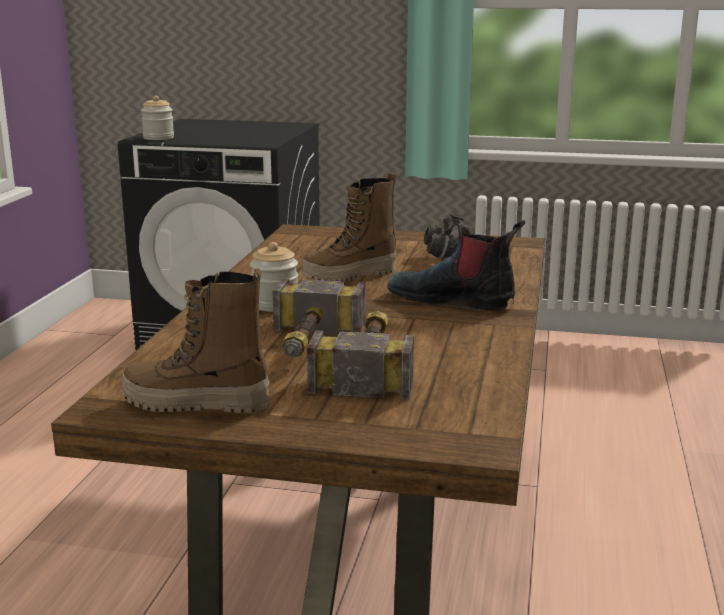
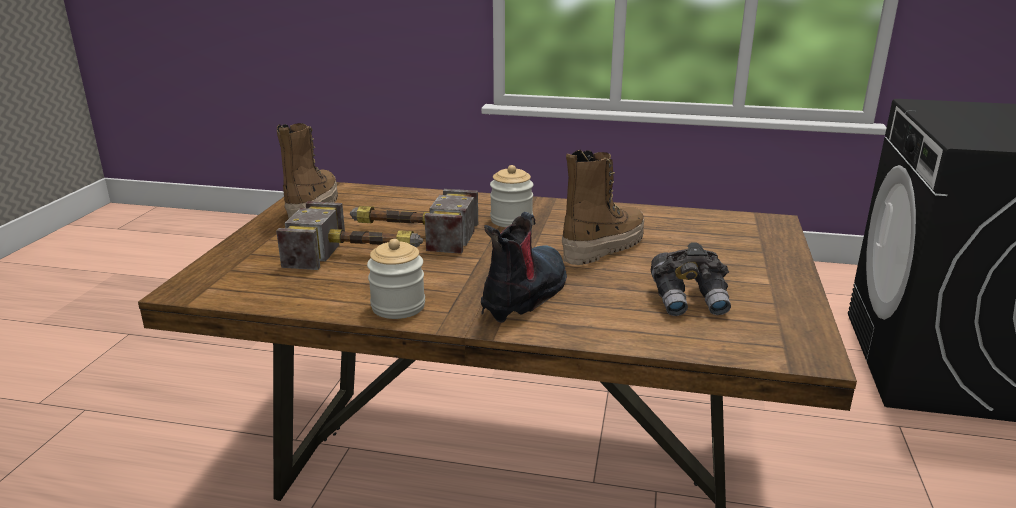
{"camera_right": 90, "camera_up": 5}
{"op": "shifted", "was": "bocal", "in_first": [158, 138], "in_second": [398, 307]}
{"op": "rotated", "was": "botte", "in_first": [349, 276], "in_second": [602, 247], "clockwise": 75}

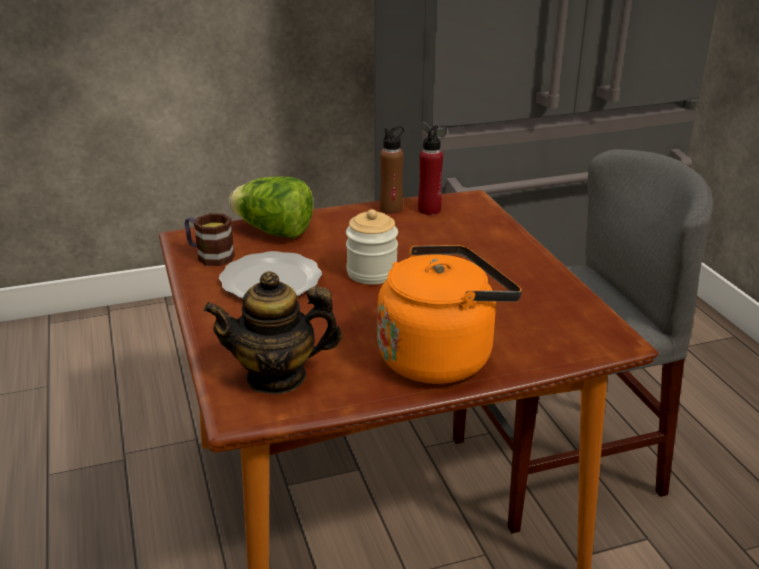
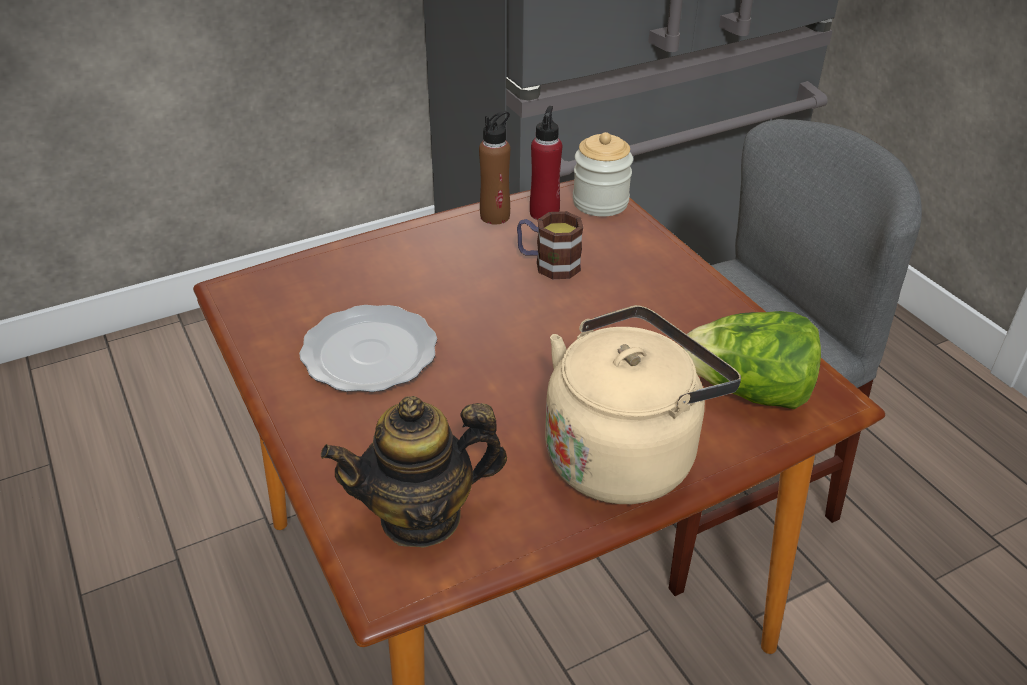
{"camera_right": -10, "camera_up": 10}
{"op": "shifted", "was": "mug", "in_first": [209, 255], "in_second": [548, 264]}
{"op": "shifted", "was": "laitue", "in_first": [274, 232], "in_second": [748, 391]}
{"op": "shifted", "was": "bocal", "in_first": [372, 273], "in_second": [600, 202]}
{"op": "repainted", "was": "bouilloire/orange", "now": "bouilloire/beige", "in_first": [440, 356], "in_second": [625, 454]}

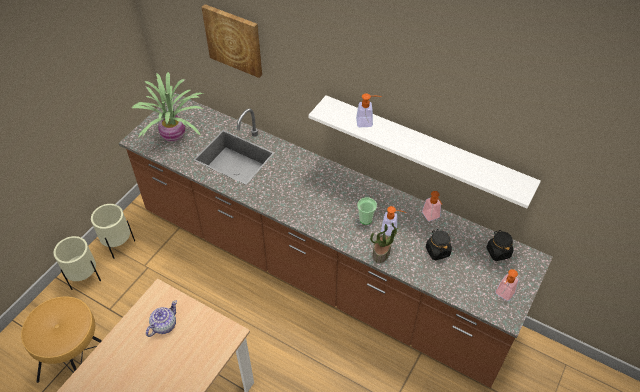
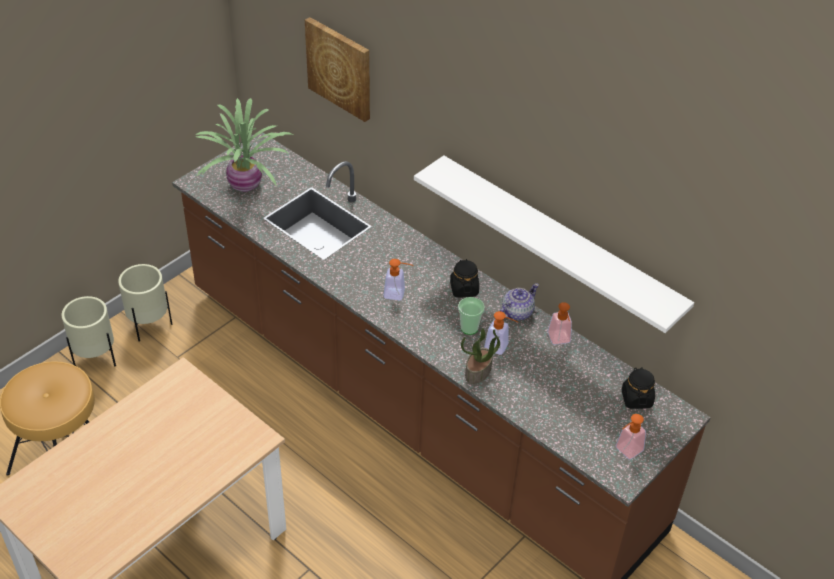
{"camera_right": 10, "camera_up": -5}
{"op": "shifted", "was": "théière", "in_first": [164, 325], "in_second": [516, 312]}
{"op": "shifted", "was": "distributeur de savon", "in_first": [367, 122], "in_second": [398, 294]}
{"op": "shifted", "was": "bocal/noir", "in_first": [437, 251], "in_second": [464, 289]}

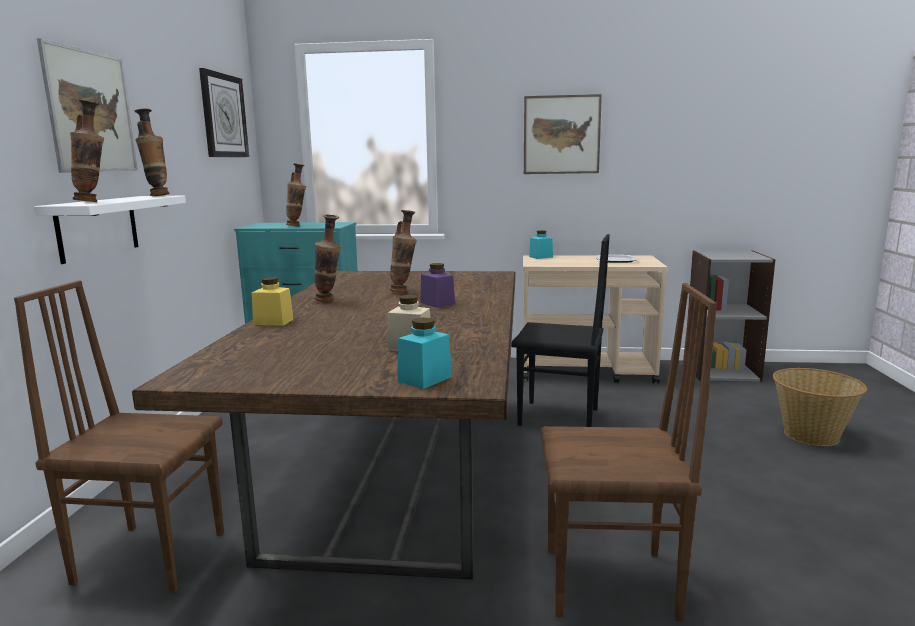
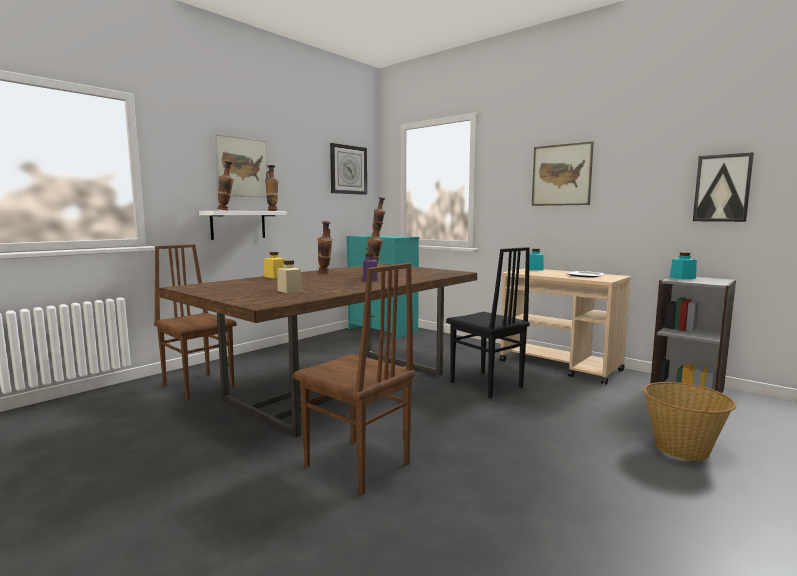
{"camera_right": 35, "camera_up": -5}
{"op": "shifted", "was": "bocal/turquoise", "in_first": [425, 379], "in_second": [682, 278]}
{"op": "new", "now": "tableau", "in_second": [722, 188]}

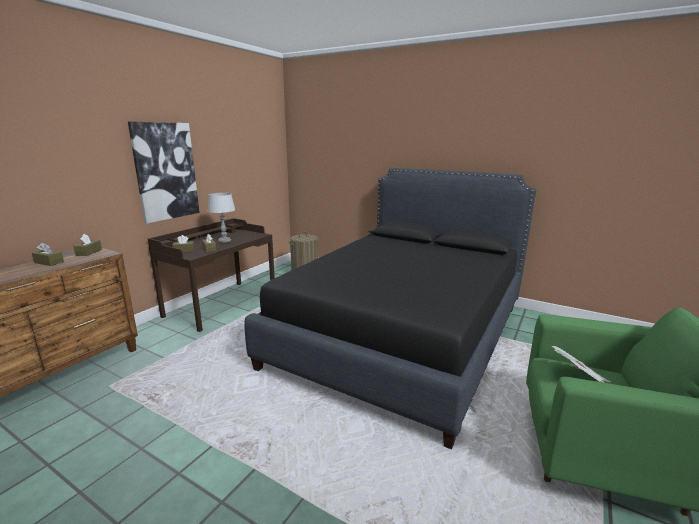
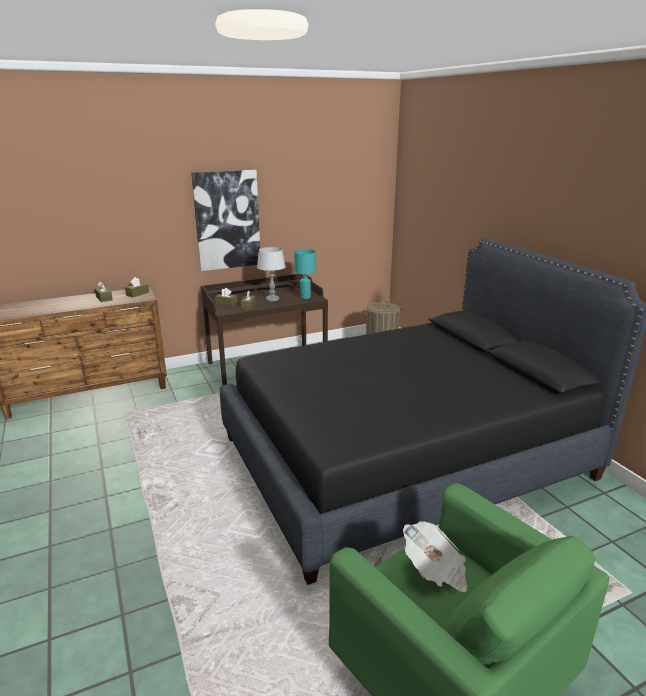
{"camera_right": 35, "camera_up": 5}
{"op": "new", "now": "lampe de table/turquoise", "in_second": [305, 297]}

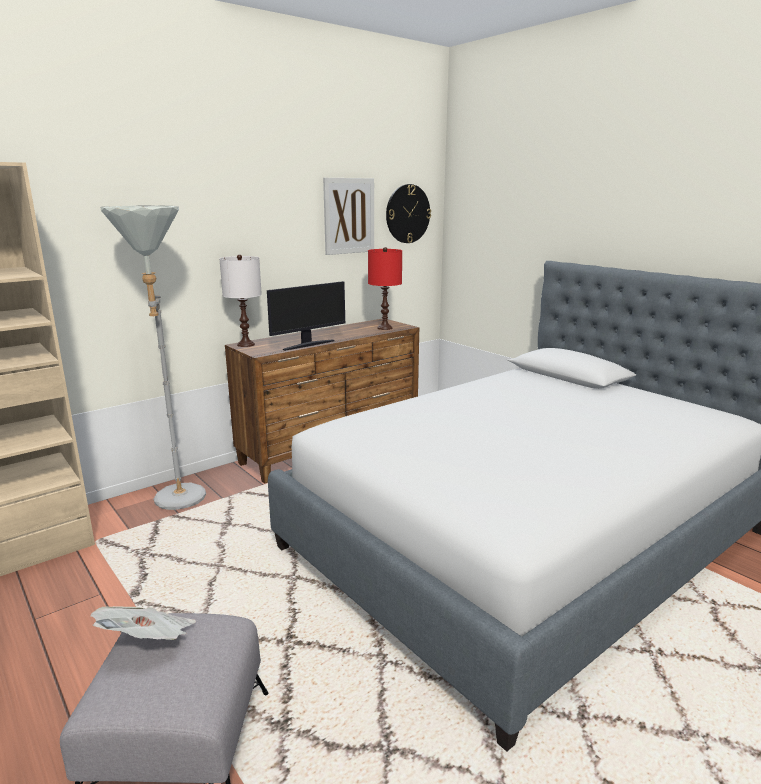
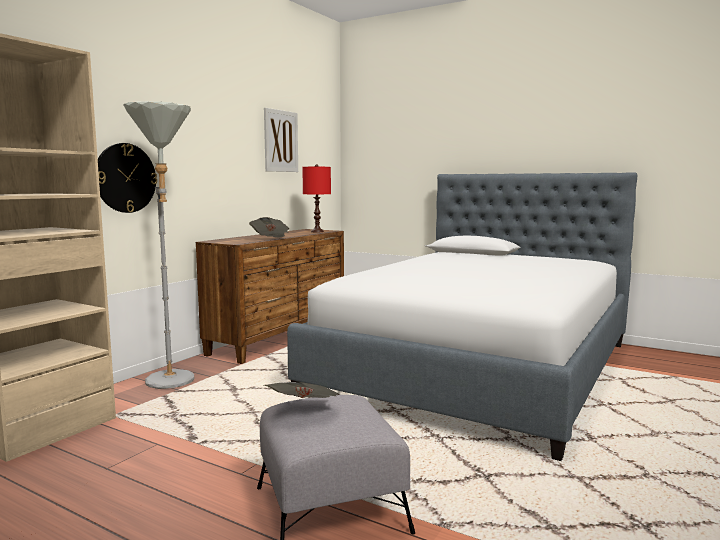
{"camera_right": -20, "camera_up": -10}
{"op": "gone", "was": "lampe de table/blanc", "in_first": [246, 344]}
{"op": "swapped", "was": "écran d'ordinateur", "now": "journal", "in_first": [308, 345], "in_second": [271, 239]}
{"op": "shifted", "was": "horloge murale", "in_first": [407, 214], "in_second": [125, 178]}

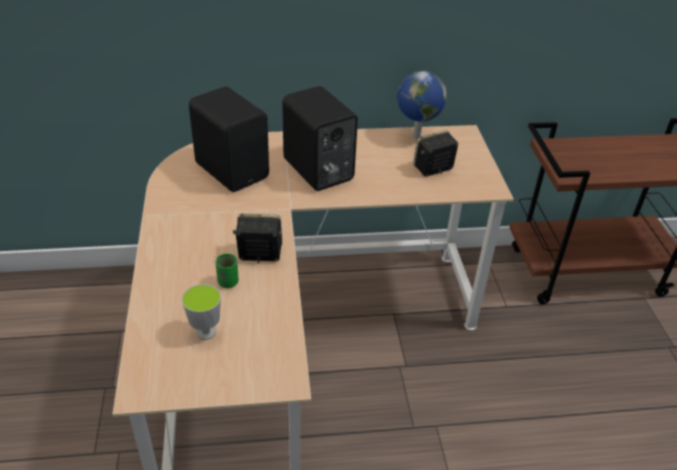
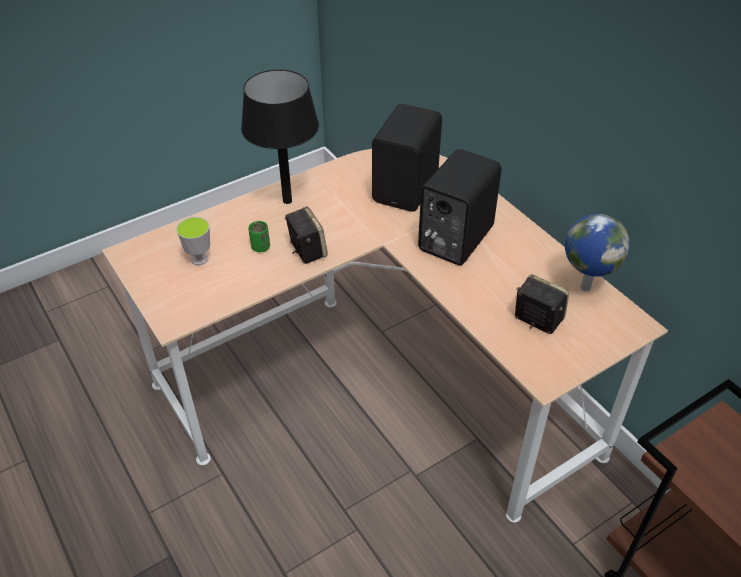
{"camera_right": 65, "camera_up": 5}
{"op": "new", "now": "lampe de table/noir", "in_second": [287, 200]}

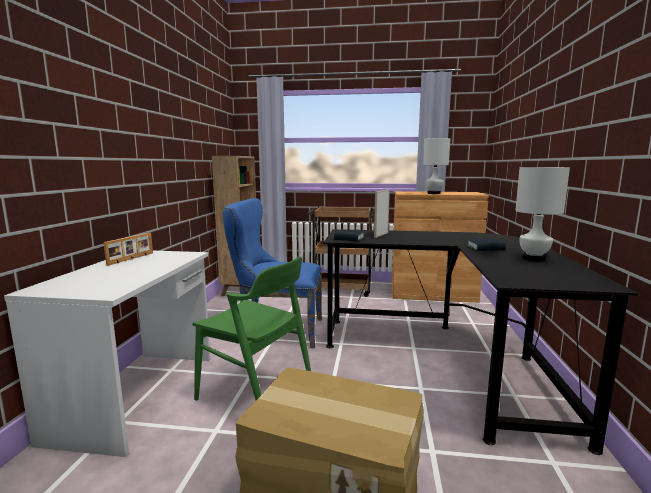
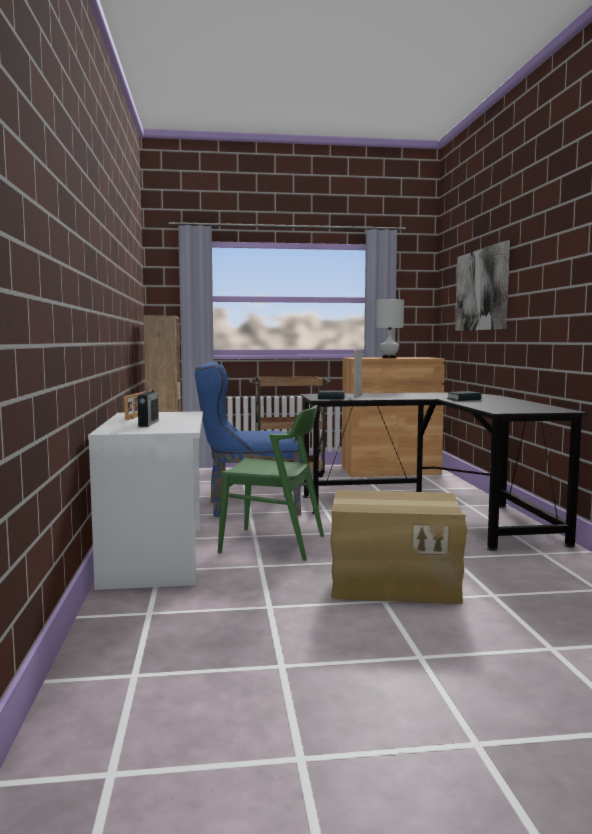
{"camera_right": -15, "camera_up": -5}
{"op": "gone", "was": "lampe de table/blanc", "in_first": [534, 258]}
{"op": "new", "now": "radio", "in_second": [148, 423]}
{"op": "new", "now": "tableau", "in_second": [481, 290]}

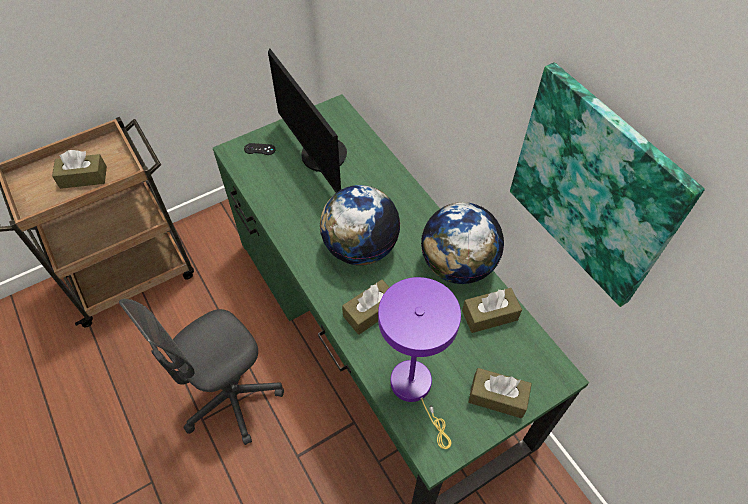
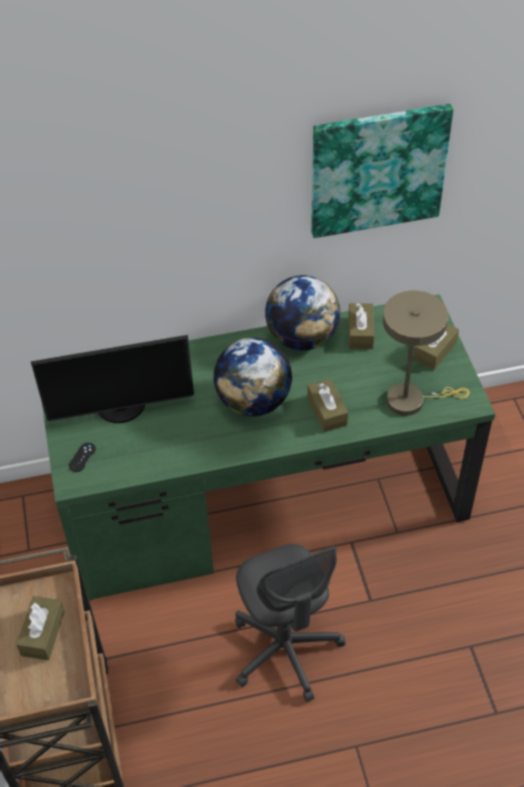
{"camera_right": -70, "camera_up": -5}
{"op": "repainted", "was": "lampe de table/violet", "now": "lampe de table/beige", "in_first": [415, 389], "in_second": [411, 400]}

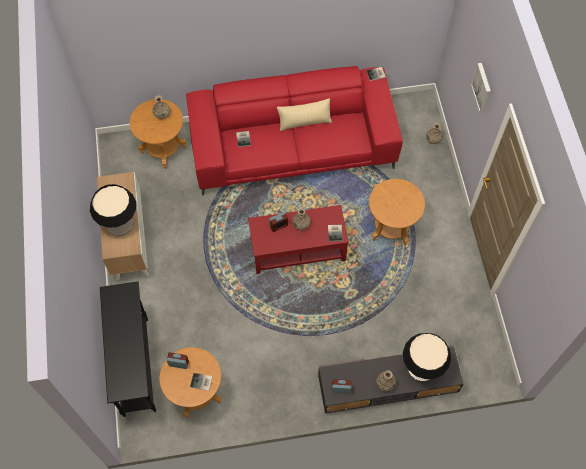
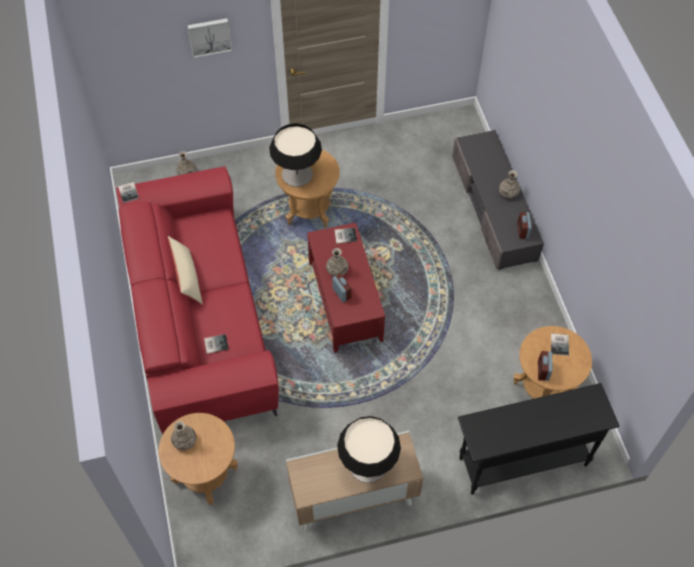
{"camera_right": -95, "camera_up": -5}
{"op": "shifted", "was": "lampe de table", "in_first": [422, 367], "in_second": [297, 174]}

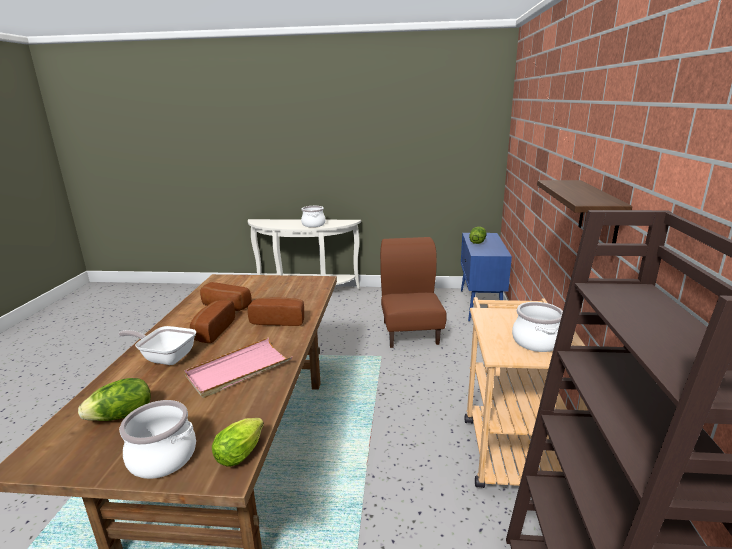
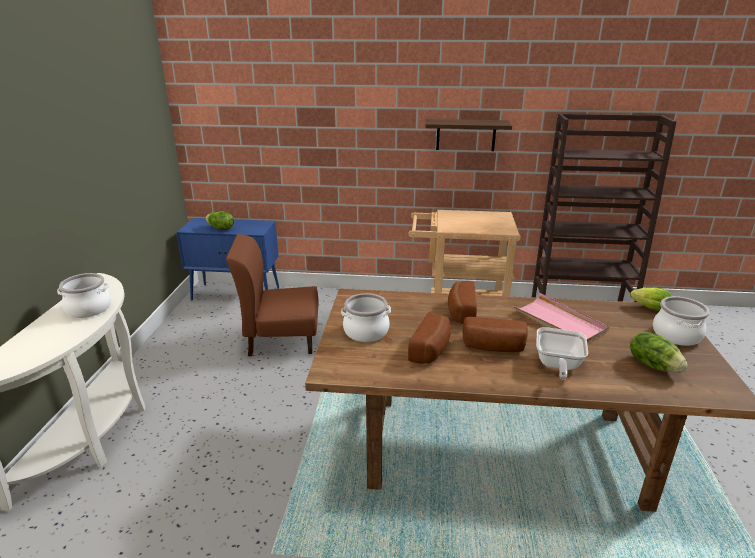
{"camera_right": -90, "camera_up": 5}
{"op": "shifted", "was": "marmite", "in_first": [537, 342], "in_second": [366, 331]}

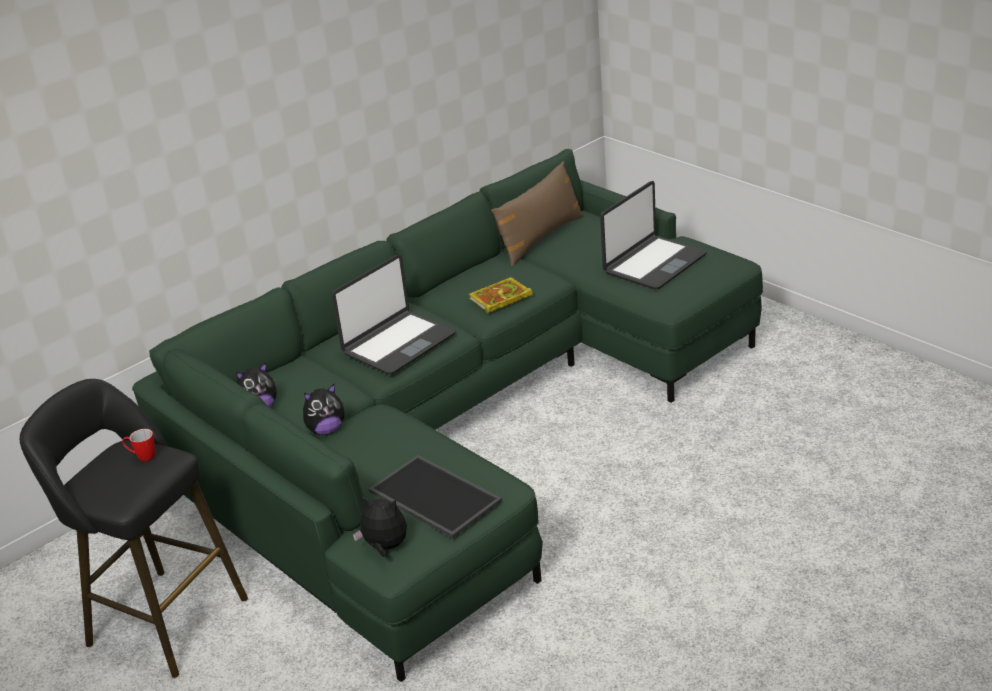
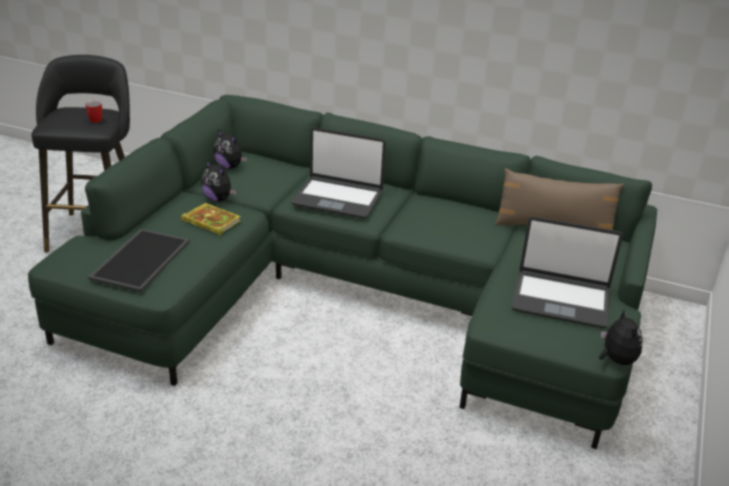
{"camera_right": 60, "camera_up": 0}
{"op": "shifted", "was": "peluche", "in_first": [385, 547], "in_second": [616, 360]}
{"op": "shifted", "was": "livre", "in_first": [499, 299], "in_second": [210, 221]}

